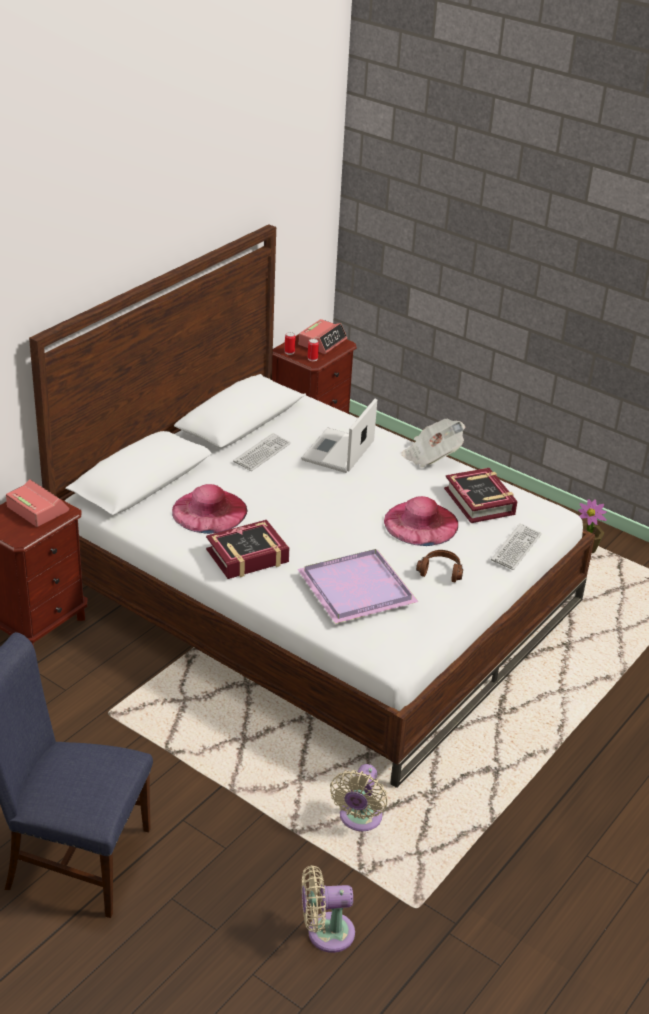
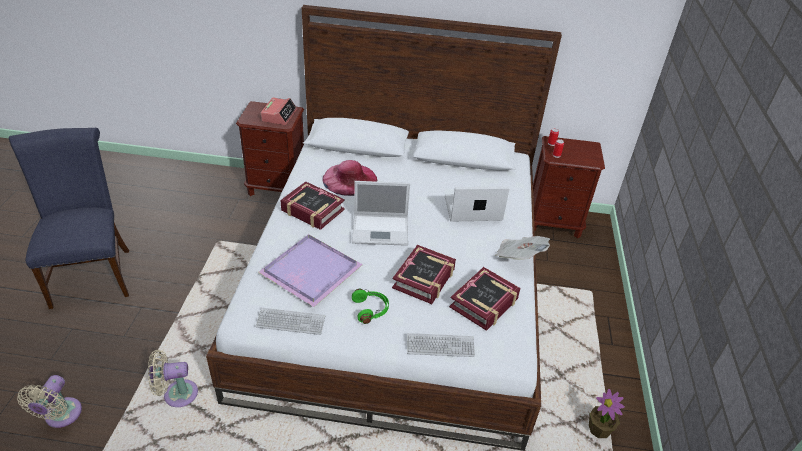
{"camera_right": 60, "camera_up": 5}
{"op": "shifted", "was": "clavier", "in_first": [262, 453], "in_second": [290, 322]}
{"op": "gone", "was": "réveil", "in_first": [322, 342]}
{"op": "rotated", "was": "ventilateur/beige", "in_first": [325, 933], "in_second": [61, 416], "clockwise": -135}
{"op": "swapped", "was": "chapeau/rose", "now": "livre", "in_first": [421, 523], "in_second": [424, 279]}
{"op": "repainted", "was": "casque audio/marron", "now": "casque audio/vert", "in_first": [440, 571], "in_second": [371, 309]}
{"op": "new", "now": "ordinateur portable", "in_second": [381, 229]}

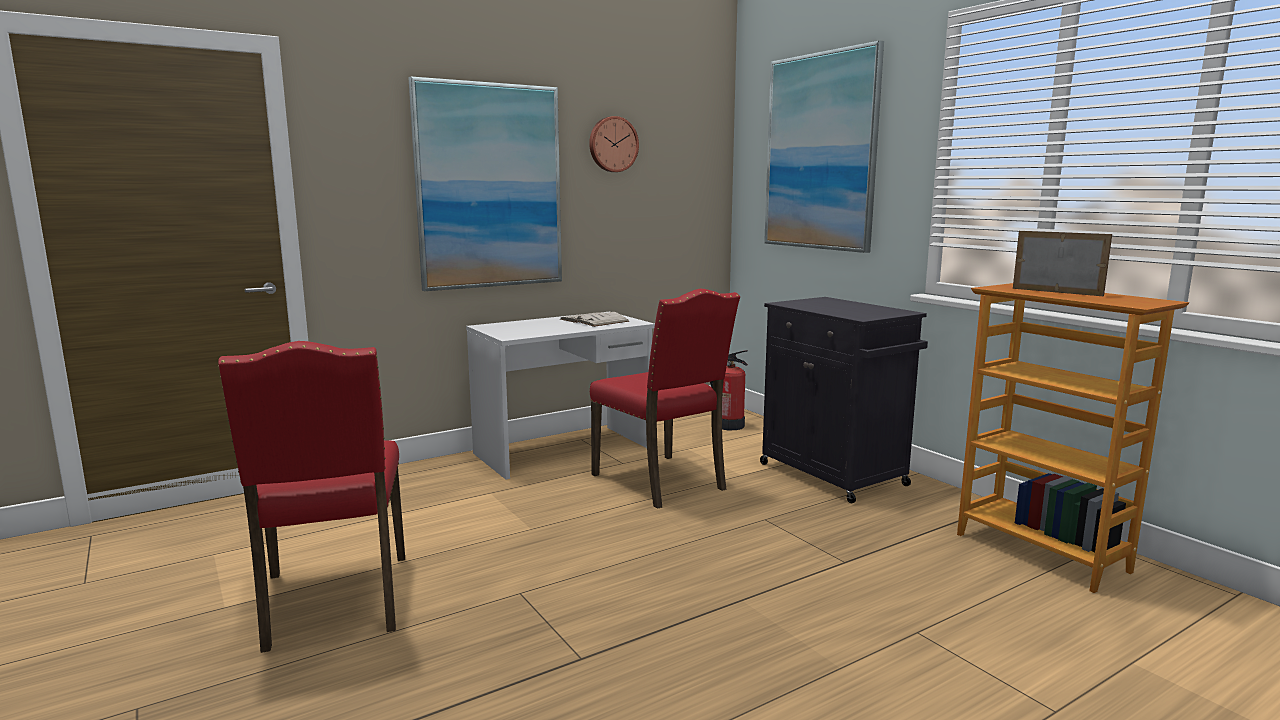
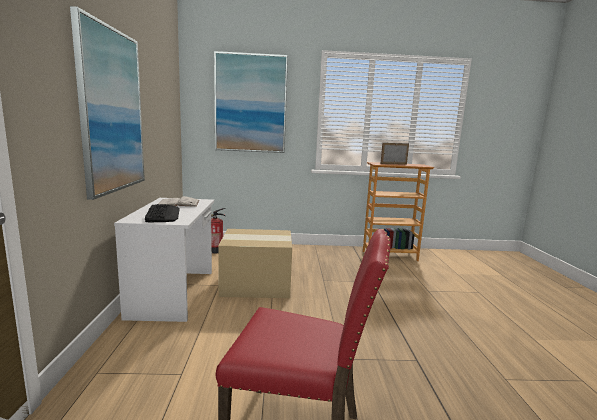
{"camera_right": -60, "camera_up": 0}
{"op": "gone", "was": "horloge murale", "in_first": [612, 144]}
{"op": "swapped", "was": "chaise/rouge", "now": "carton", "in_first": [662, 482], "in_second": [257, 284]}
{"op": "gone", "was": "meuble de rangement/noir", "in_first": [834, 475]}
{"op": "new", "now": "clavier", "in_second": [163, 214]}

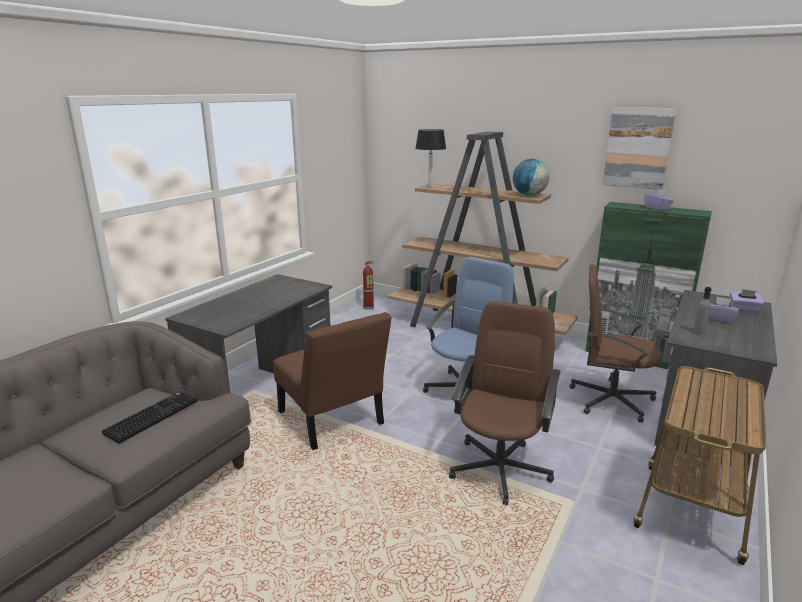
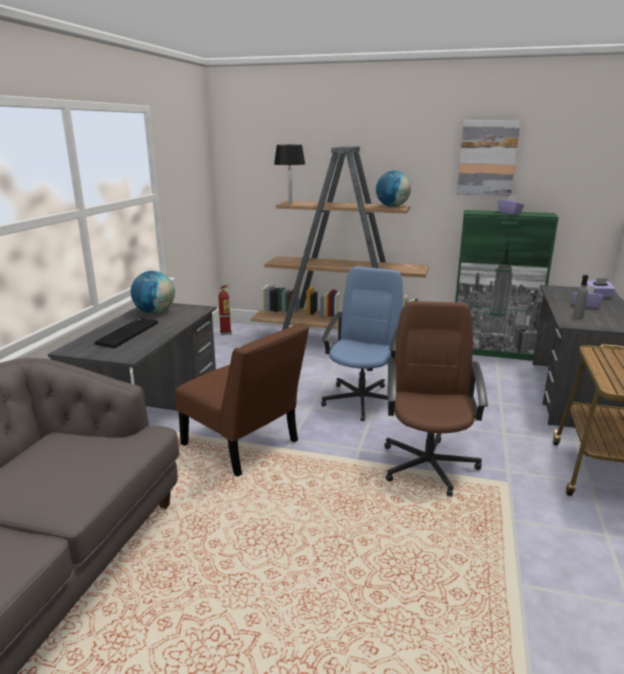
{"camera_right": -15, "camera_up": 0}
{"op": "shifted", "was": "clavier", "in_first": [152, 416], "in_second": [127, 333]}
{"op": "gone", "was": "chaise de bureau/marron", "in_first": [609, 399]}
{"op": "new", "now": "globe", "in_second": [155, 312]}

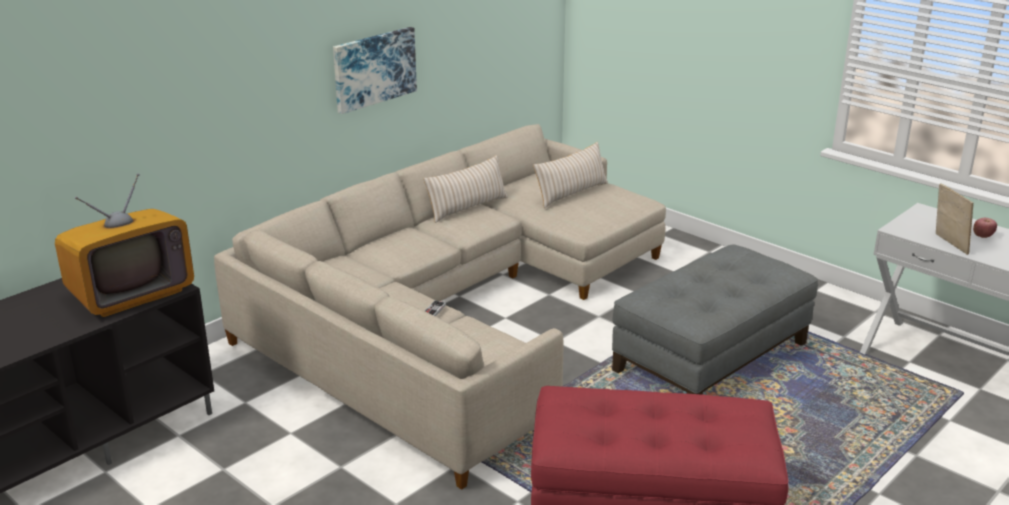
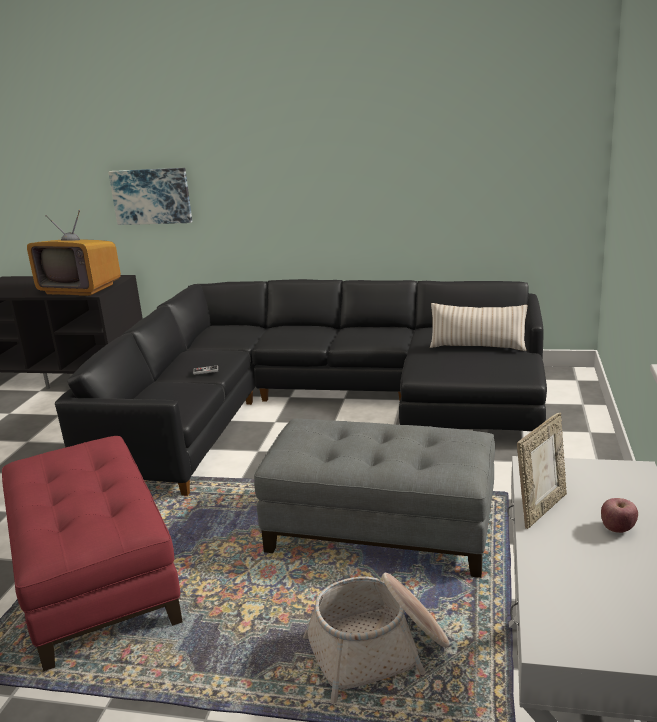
{"camera_right": 60, "camera_up": -5}
{"op": "repainted", "was": "canapé/beige", "now": "canapé/noir", "in_first": [454, 311], "in_second": [318, 405]}
{"op": "shifted", "was": "tableau", "in_first": [374, 68], "in_second": [151, 196]}
{"op": "gone", "was": "coussin/beige", "in_first": [467, 207]}
{"op": "new", "now": "panier", "in_second": [378, 651]}

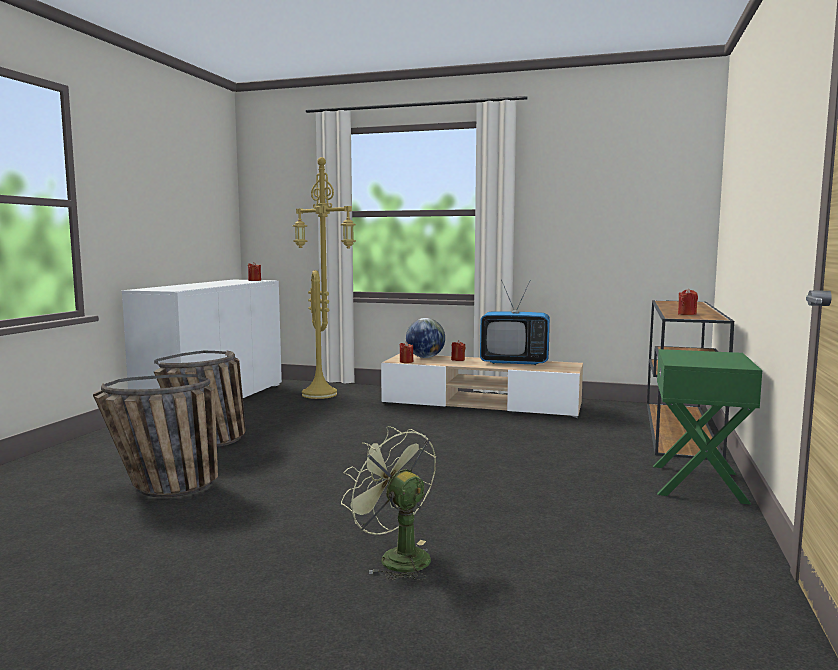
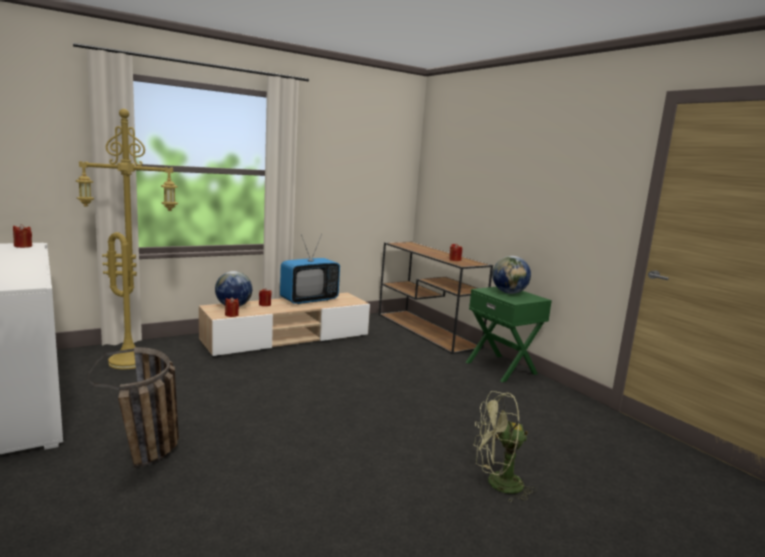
{"camera_right": -50, "camera_up": 5}
{"op": "gone", "was": "panier", "in_first": [157, 489]}
{"op": "new", "now": "globe", "in_second": [509, 293]}

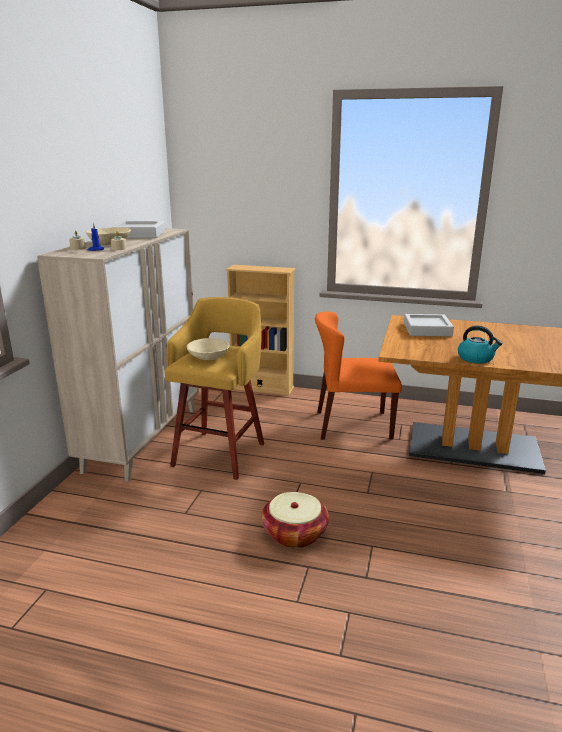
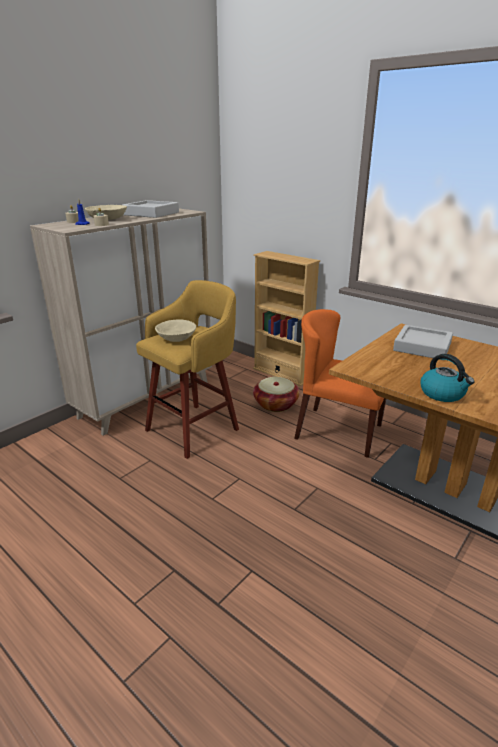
{"camera_right": 25, "camera_up": 5}
{"op": "shifted", "was": "panier", "in_first": [294, 534], "in_second": [275, 404]}

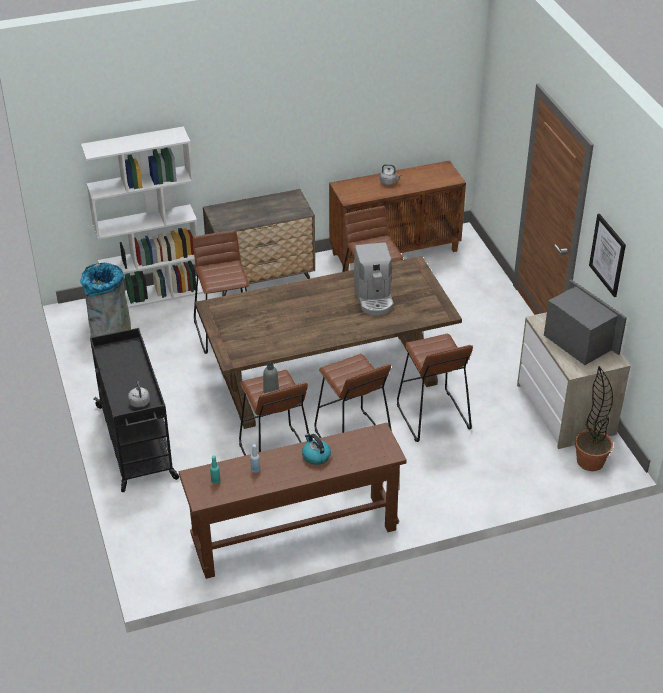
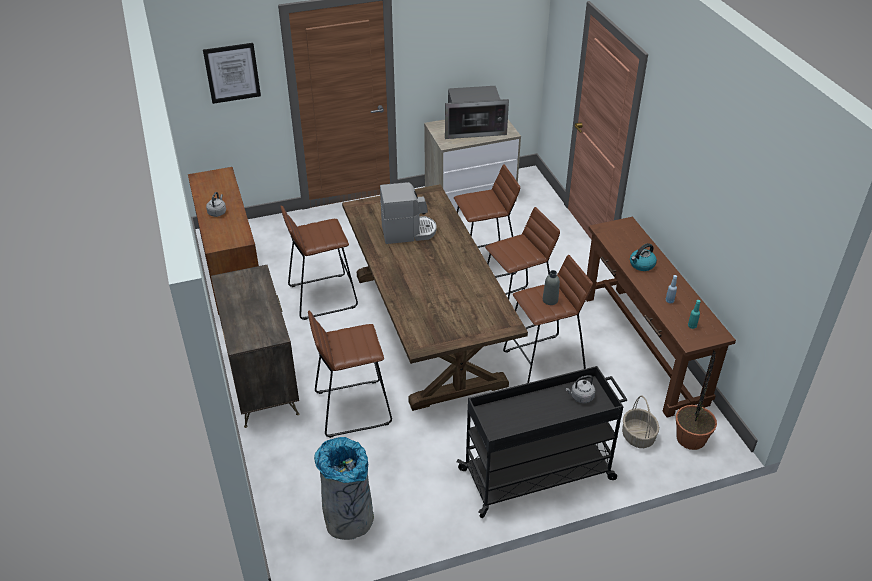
{"camera_right": -90, "camera_up": 0}
{"op": "gone", "was": "bibliothèque/blanc", "in_first": [153, 294]}
{"op": "rotated", "was": "micro-ondes", "in_first": [578, 341], "in_second": [473, 128], "clockwise": -150}
{"op": "shifted", "was": "plante en pot", "in_first": [590, 461], "in_second": [690, 438]}
{"op": "shifted", "was": "tableau", "in_first": [608, 255], "in_second": [232, 73]}
{"op": "new", "now": "panier", "in_second": [637, 436]}

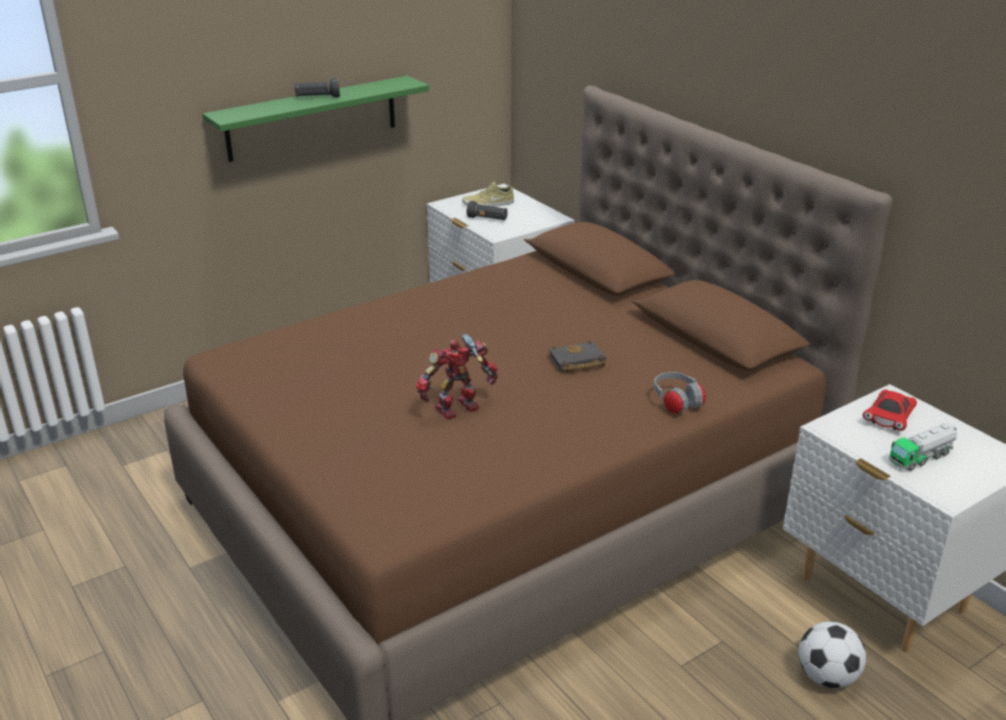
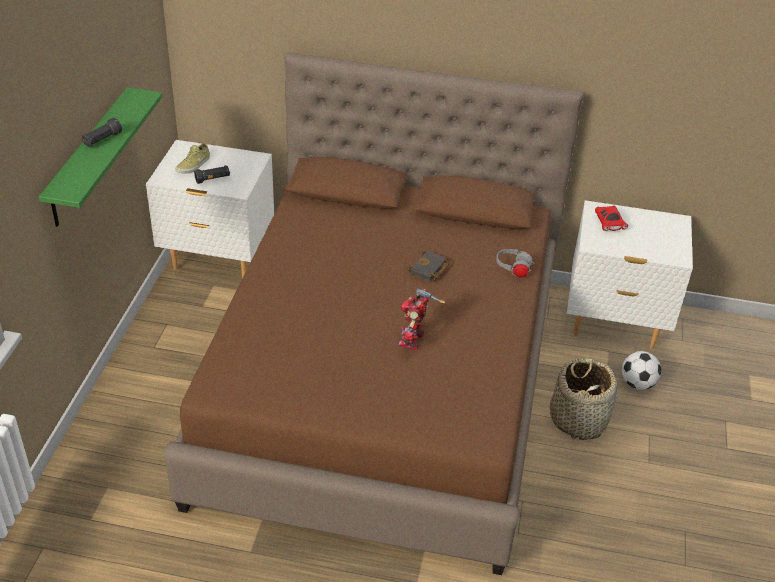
{"camera_right": -45, "camera_up": 10}
{"op": "gone", "was": "camion jouet", "in_first": [920, 457]}
{"op": "new", "now": "panier", "in_second": [578, 419]}

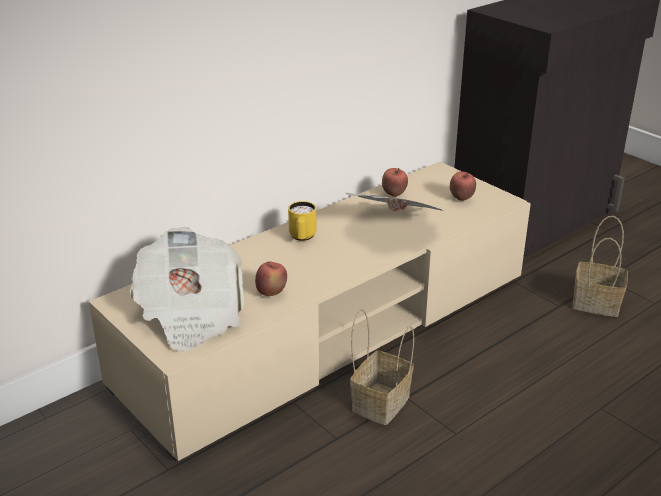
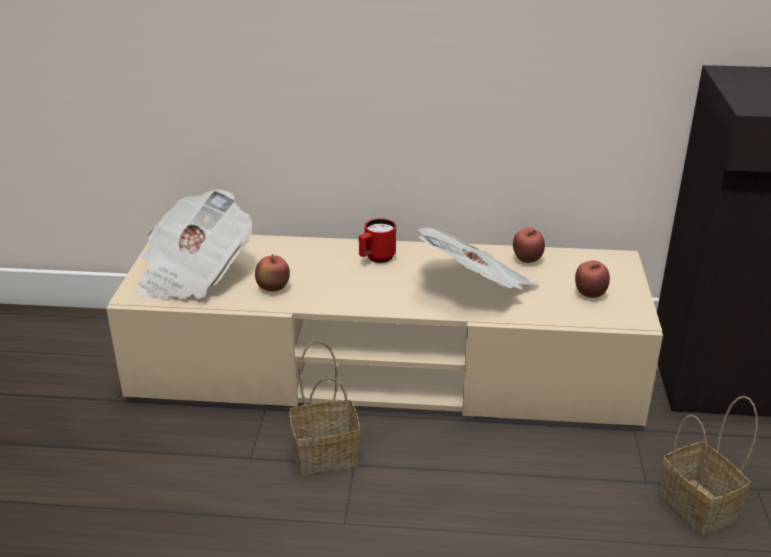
{"camera_right": 45, "camera_up": 0}
{"op": "repainted", "was": "mug/jaune", "now": "mug/rouge", "in_first": [302, 238], "in_second": [376, 259]}

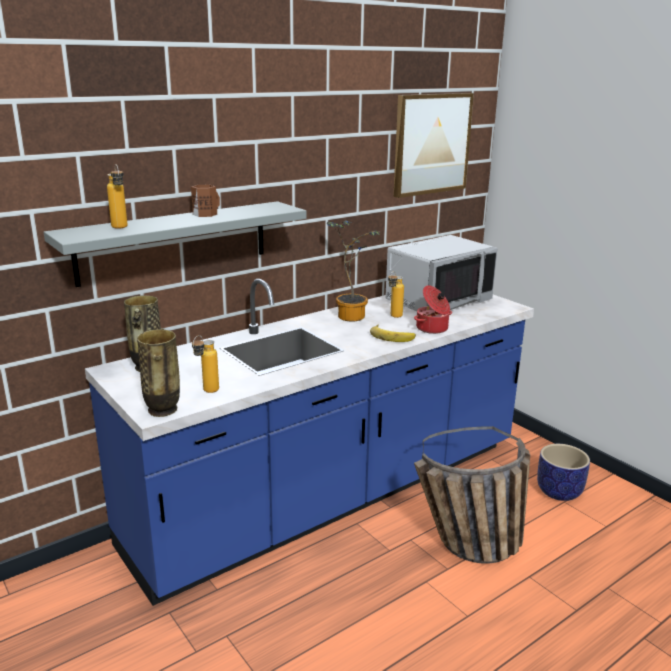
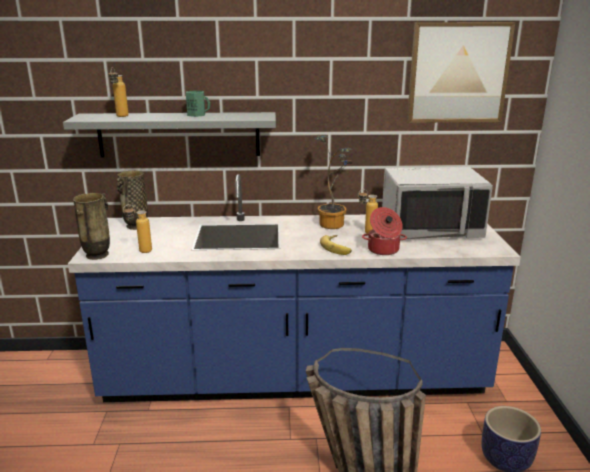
{"camera_right": 35, "camera_up": 0}
{"op": "repainted", "was": "mug/marron", "now": "mug/vert", "in_first": [205, 214], "in_second": [197, 114]}

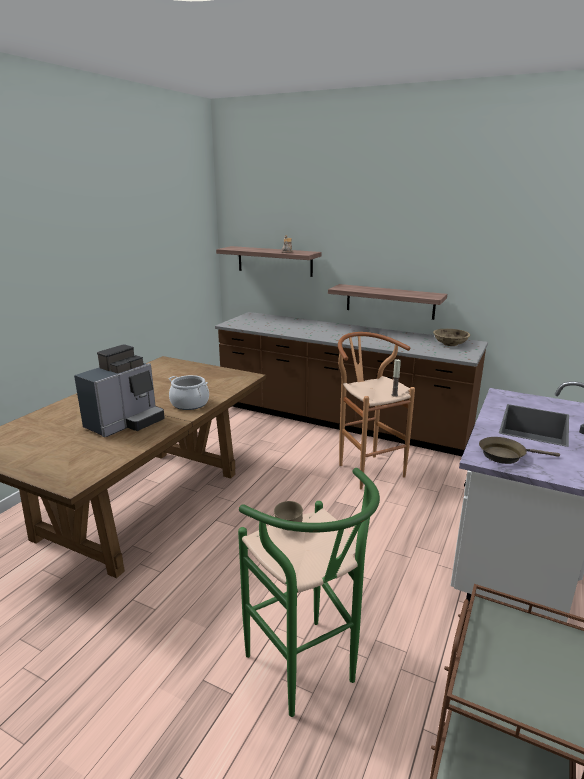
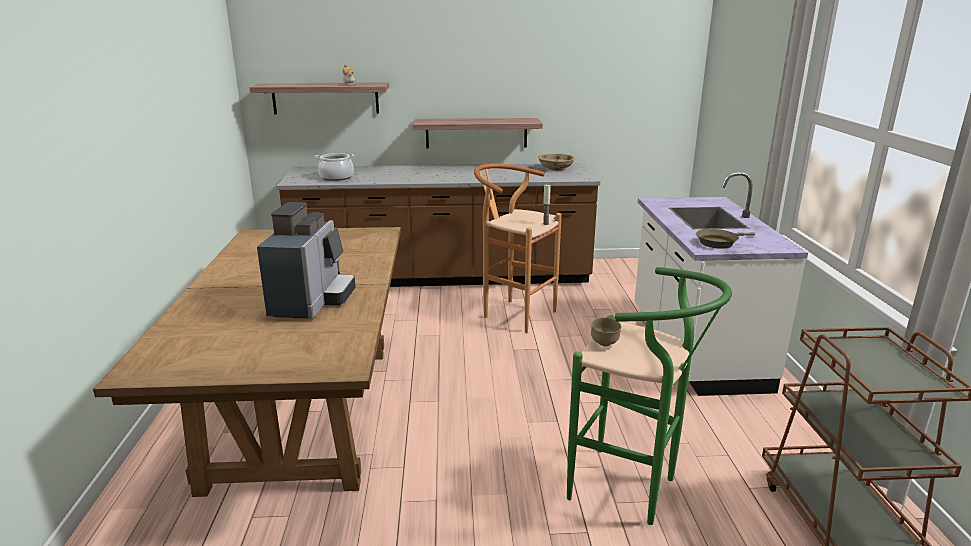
{"camera_right": -30, "camera_up": 0}
{"op": "shifted", "was": "marmite", "in_first": [190, 403], "in_second": [336, 177]}

